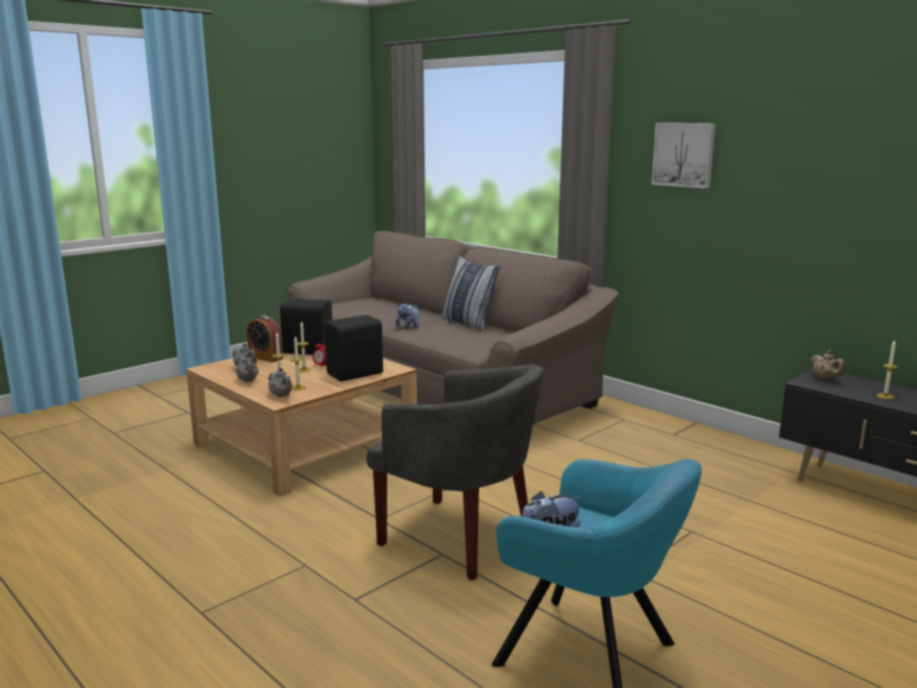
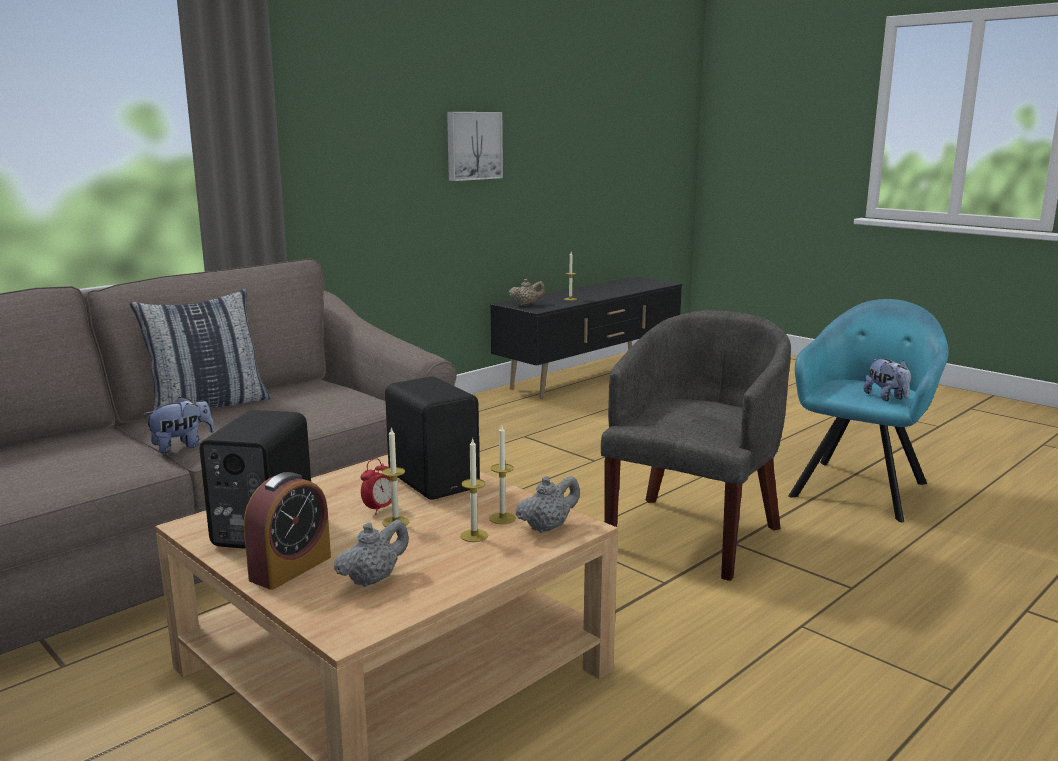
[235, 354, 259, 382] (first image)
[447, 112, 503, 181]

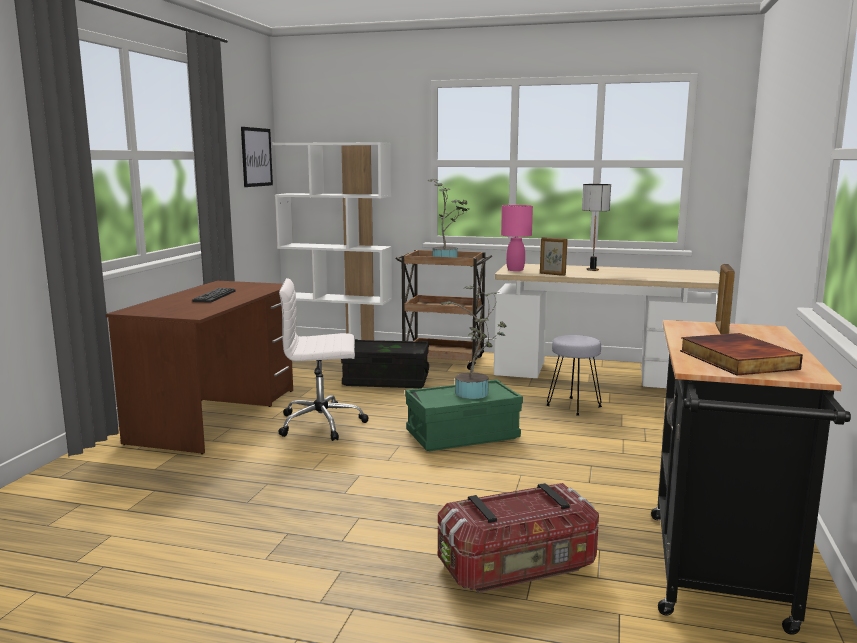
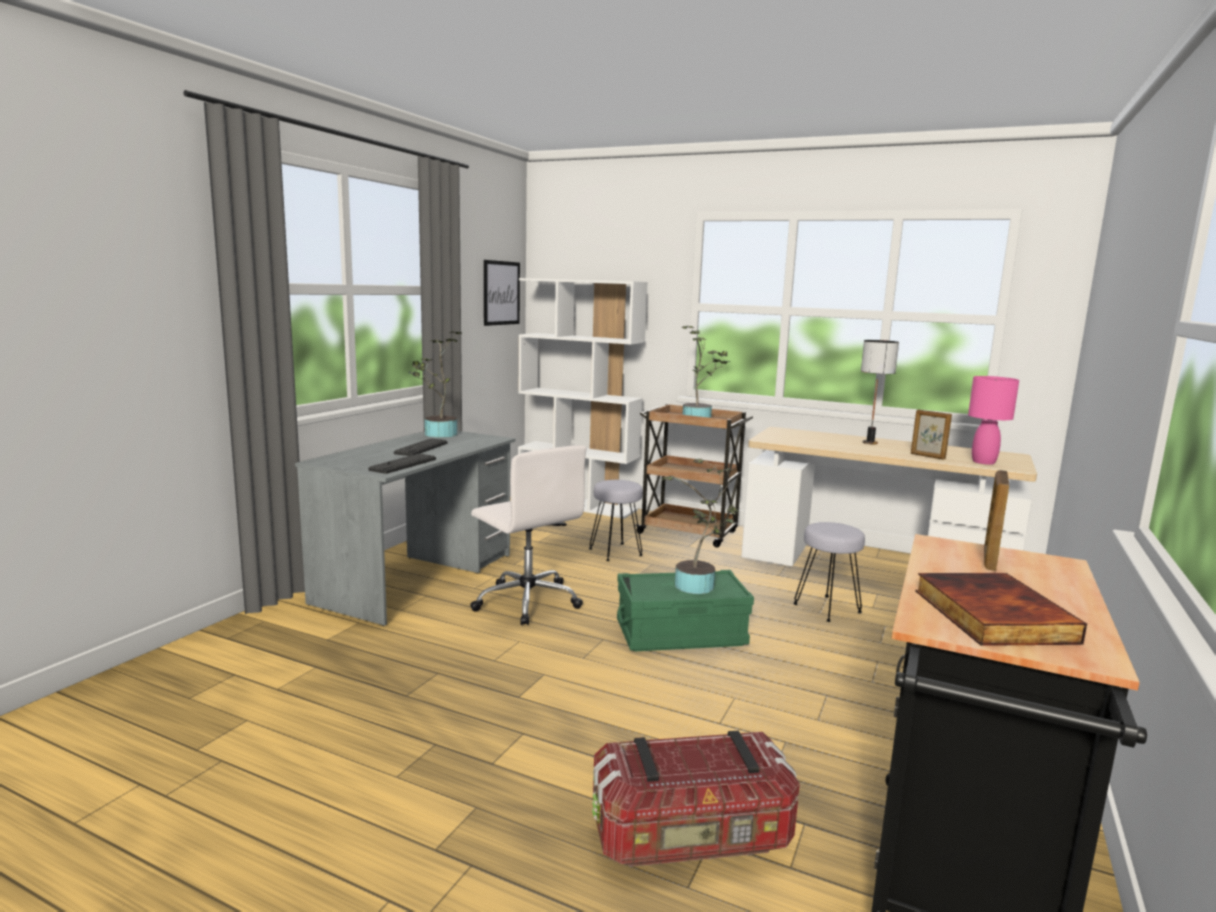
[368, 453, 436, 474]
[408, 331, 462, 438]
[968, 376, 1019, 465]
[911, 410, 952, 460]
[589, 480, 643, 561]
[295, 431, 515, 626]
[470, 445, 586, 625]

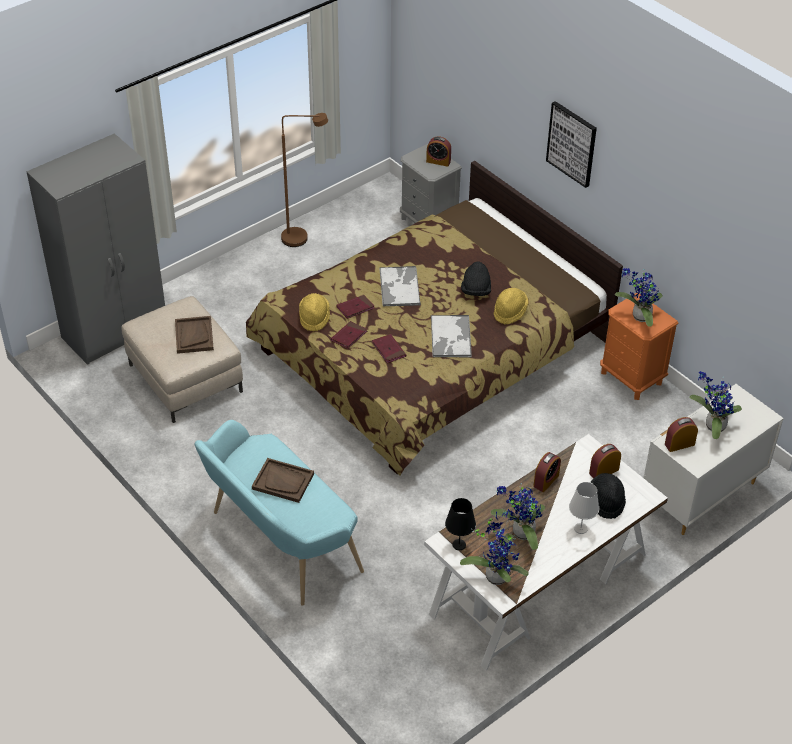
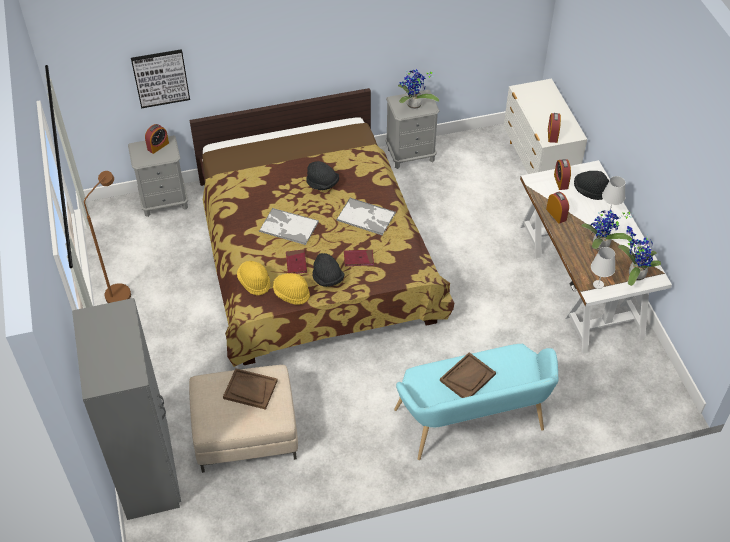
[689, 371, 742, 439] (first image)
[237, 261, 270, 295]
[131, 49, 190, 108]
[312, 253, 345, 287]
[591, 247, 615, 289]
[385, 90, 439, 169]

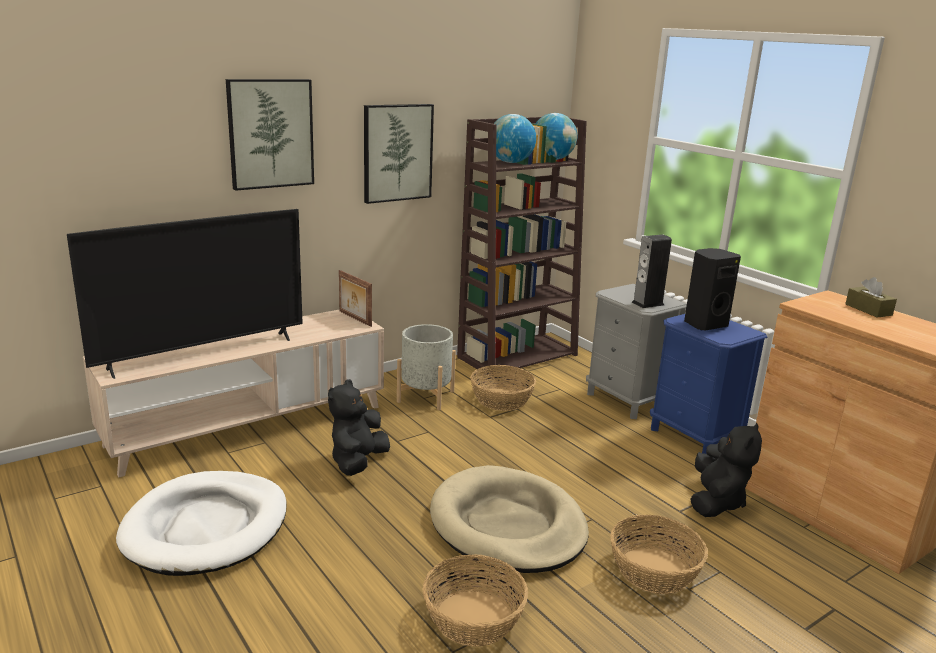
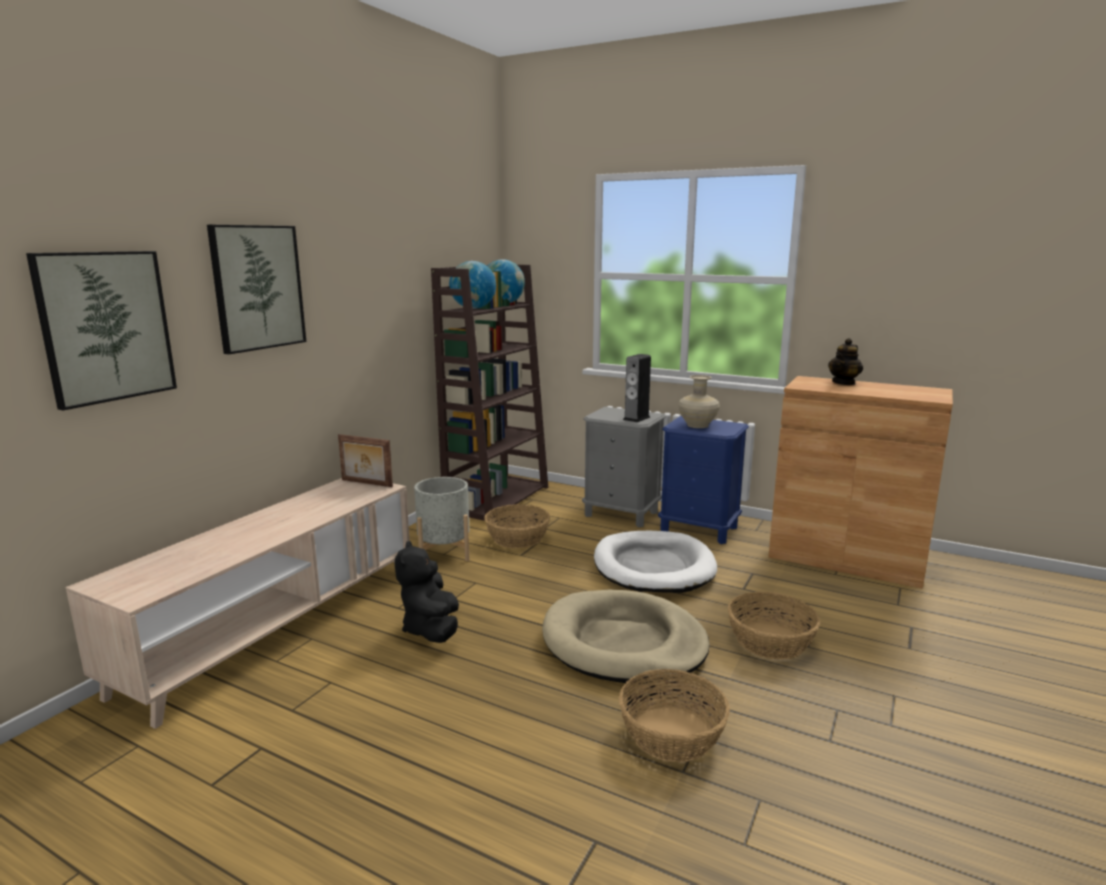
[67, 209, 303, 379] (first image)
[690, 422, 762, 517] (first image)
[594, 531, 717, 593]
[26, 251, 177, 410]
[678, 375, 720, 428]
[828, 338, 863, 385]

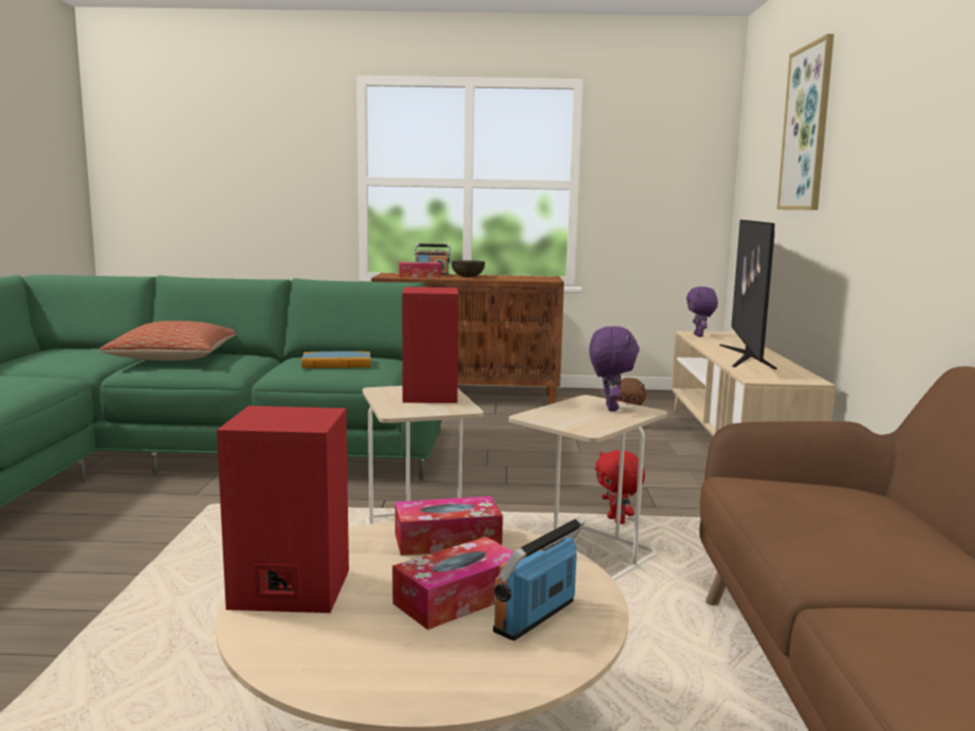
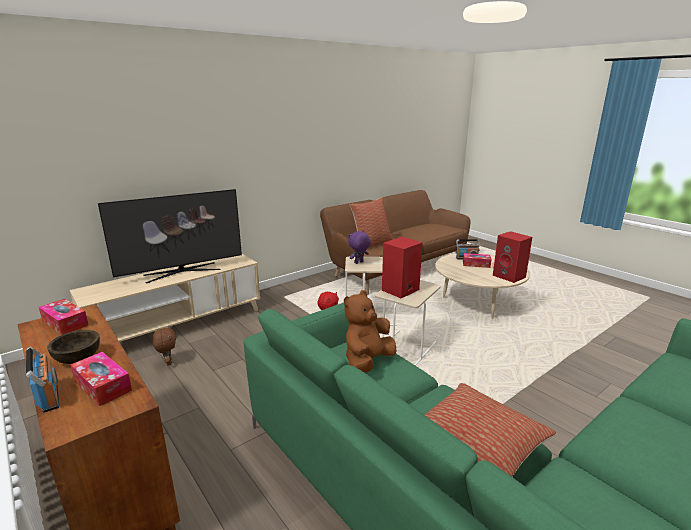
[686, 287, 718, 337] (first image)
[777, 34, 834, 210] (first image)
[350, 197, 393, 247]
[39, 299, 88, 335]
[344, 290, 396, 373]

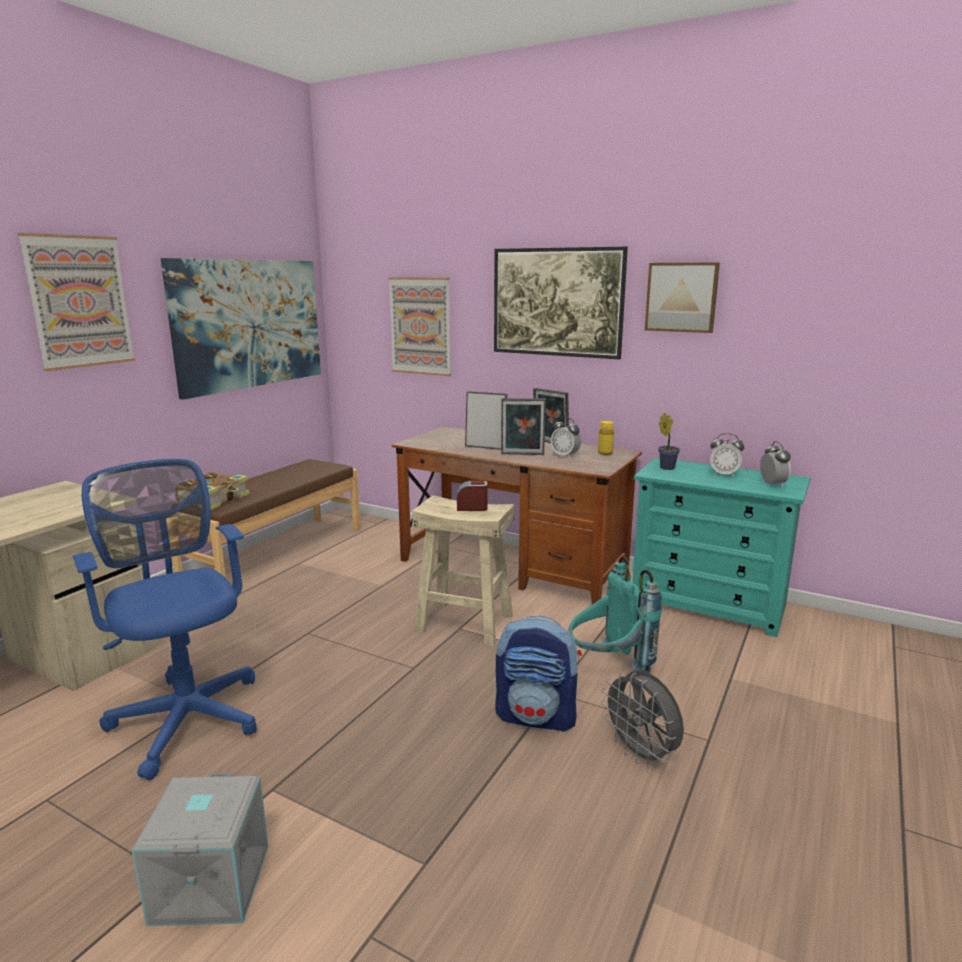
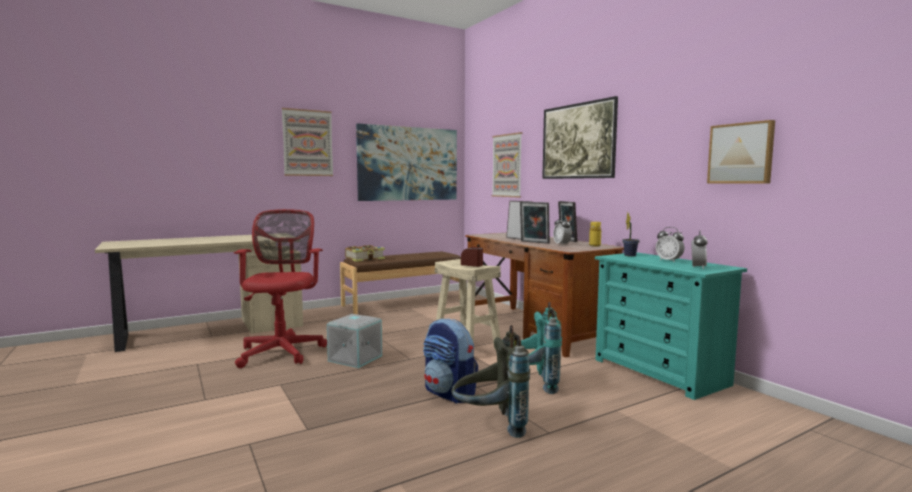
[327, 314, 382, 368]
[707, 120, 775, 183]
[451, 325, 530, 438]
[234, 209, 327, 368]

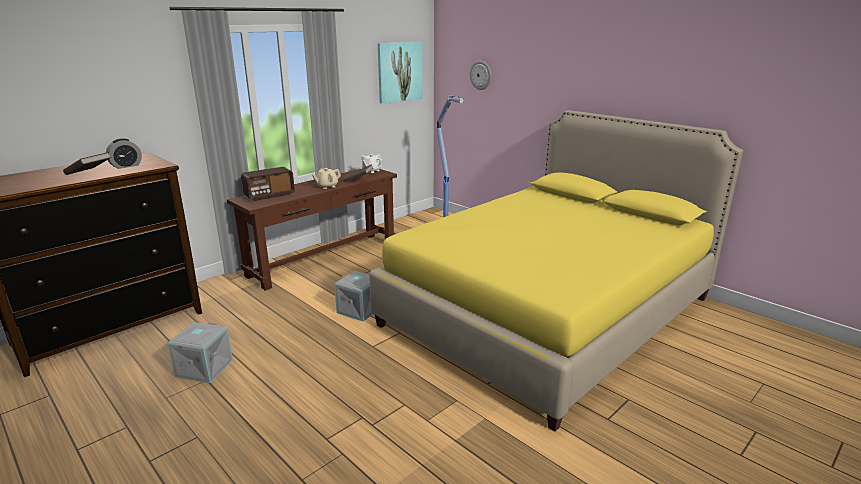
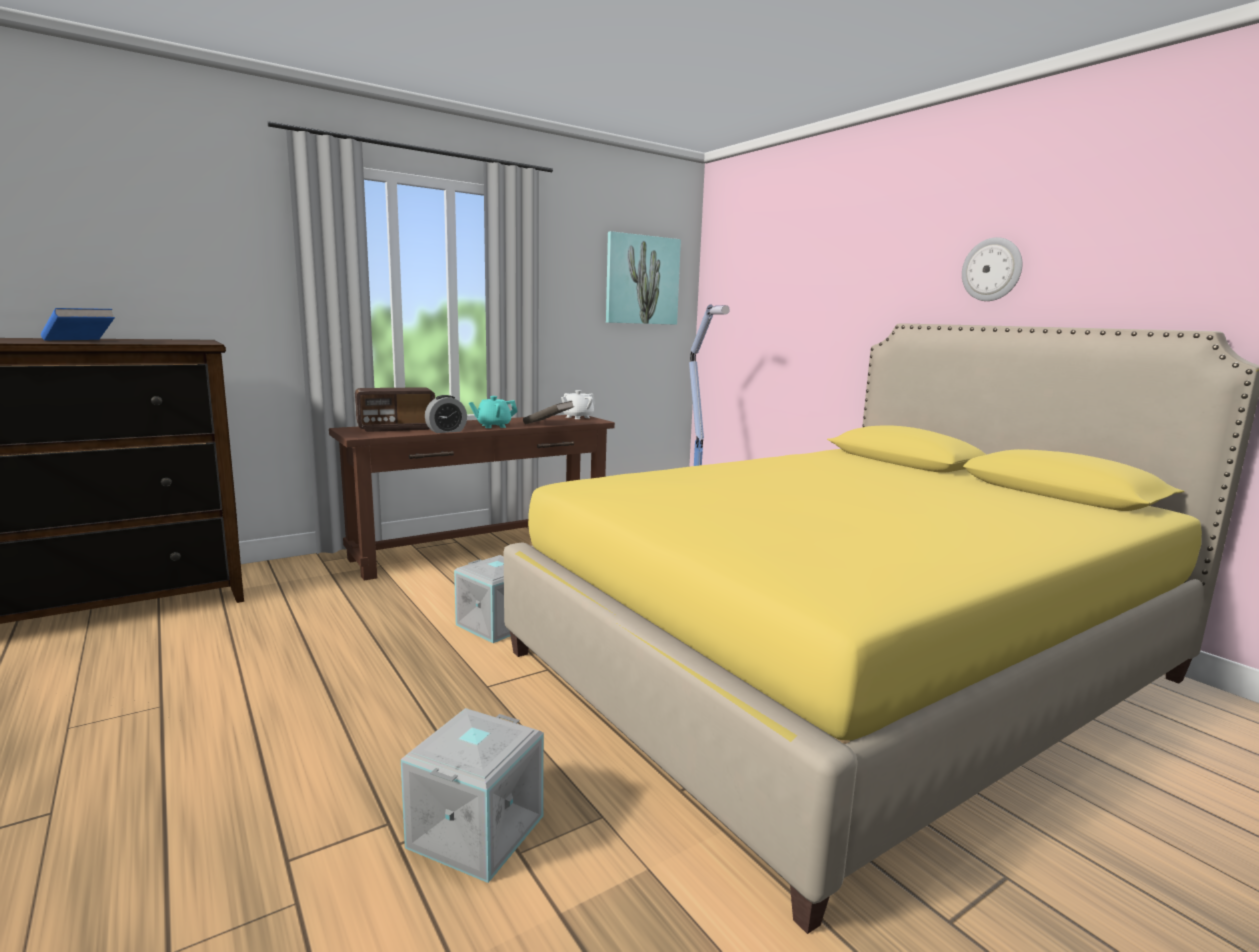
[425, 395, 467, 433]
[401, 708, 544, 883]
[962, 237, 1023, 301]
[41, 308, 115, 340]
[469, 396, 518, 428]

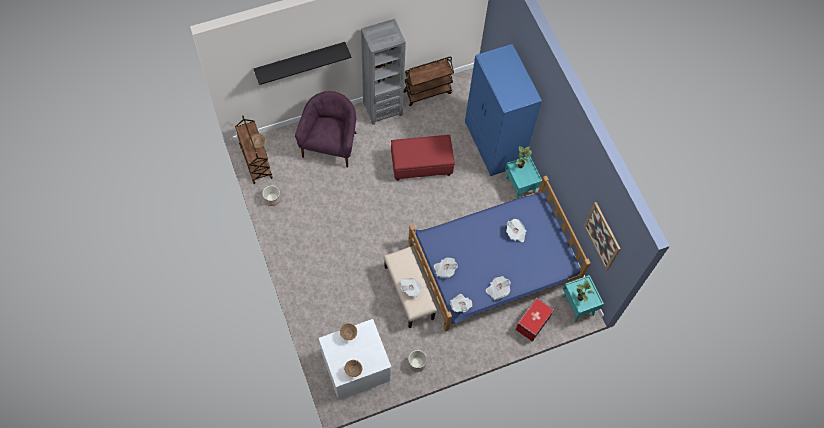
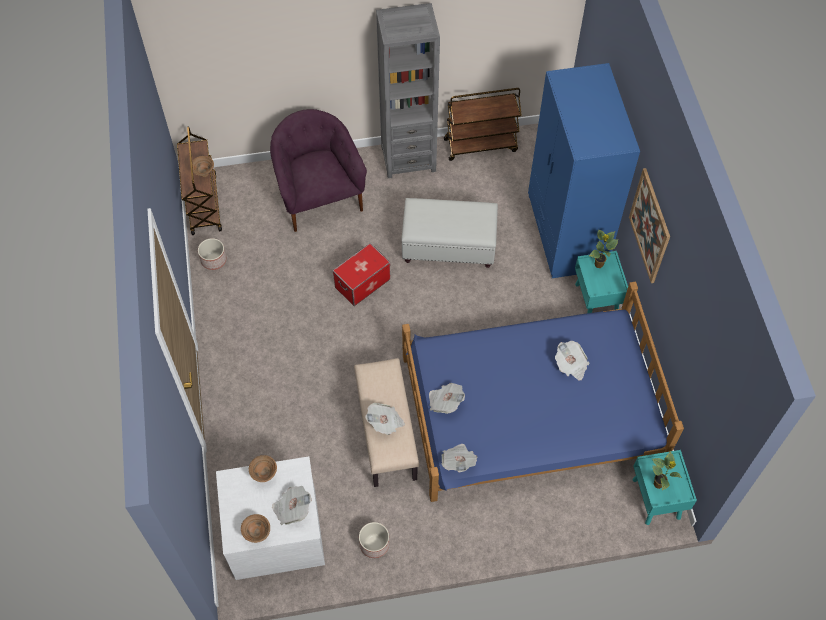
[254, 42, 352, 85] (first image)
[272, 486, 312, 525]
[333, 243, 390, 306]
[629, 168, 670, 283]
[402, 198, 498, 268]
[270, 109, 367, 232]

